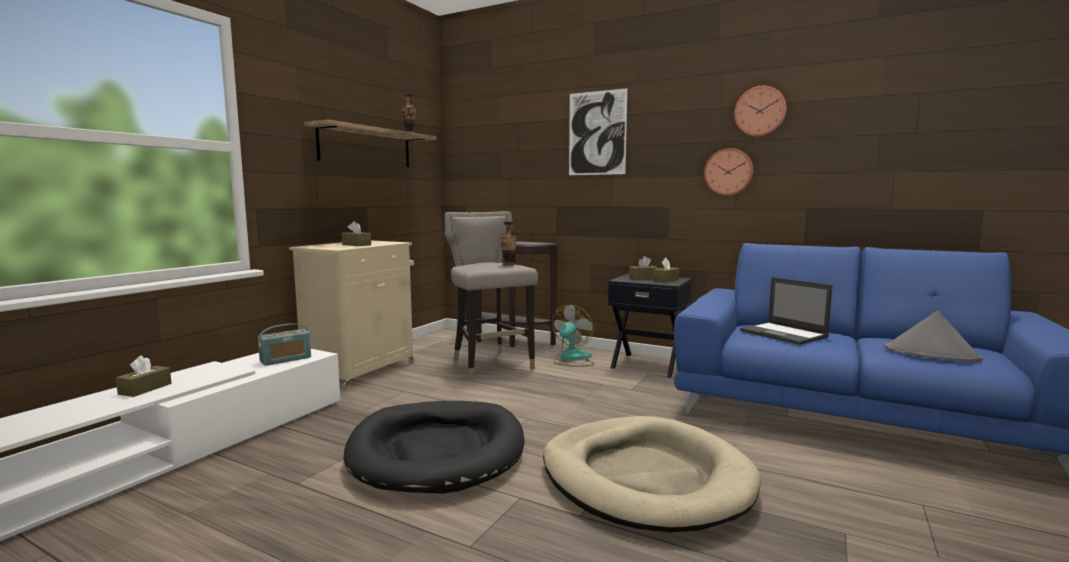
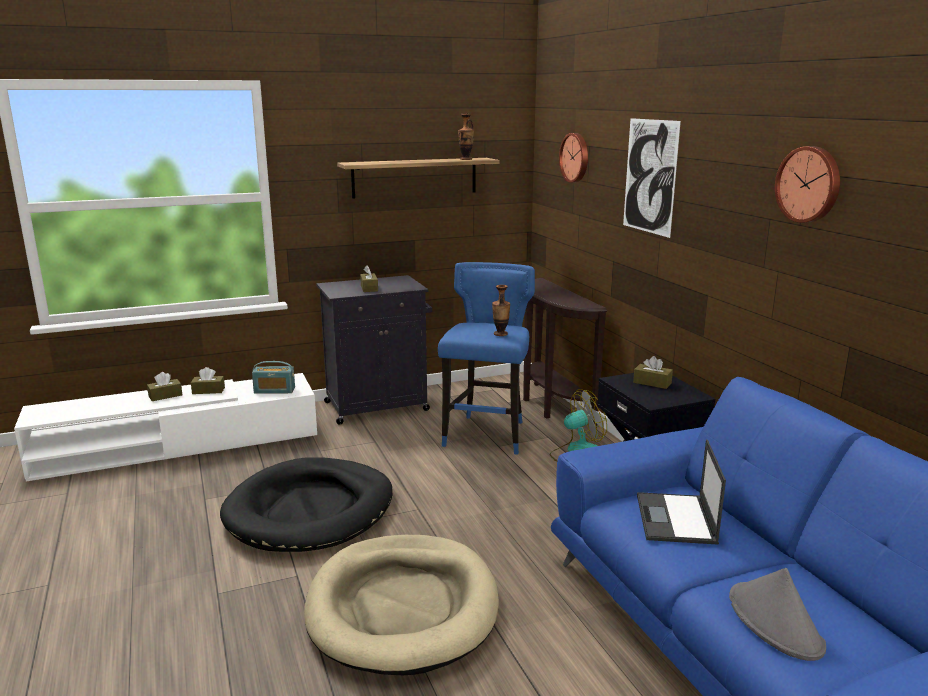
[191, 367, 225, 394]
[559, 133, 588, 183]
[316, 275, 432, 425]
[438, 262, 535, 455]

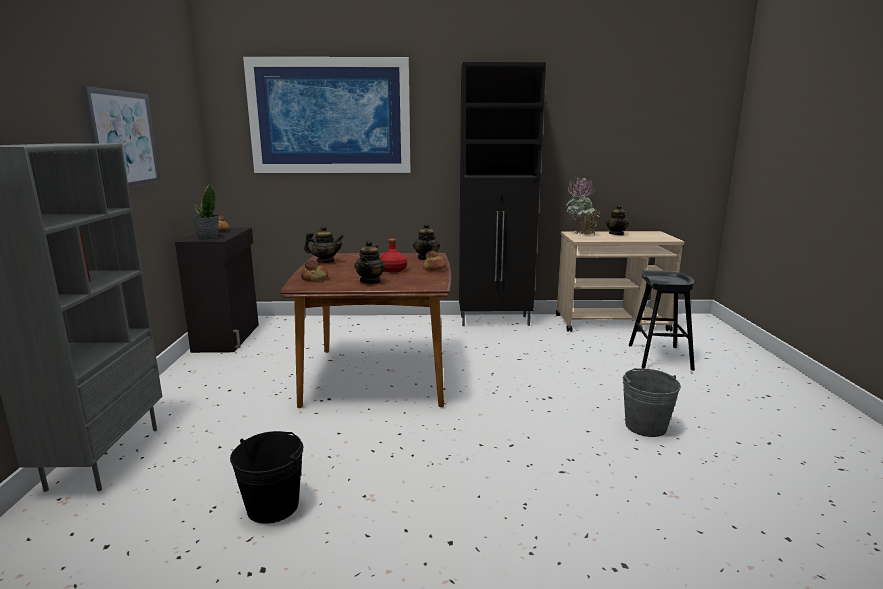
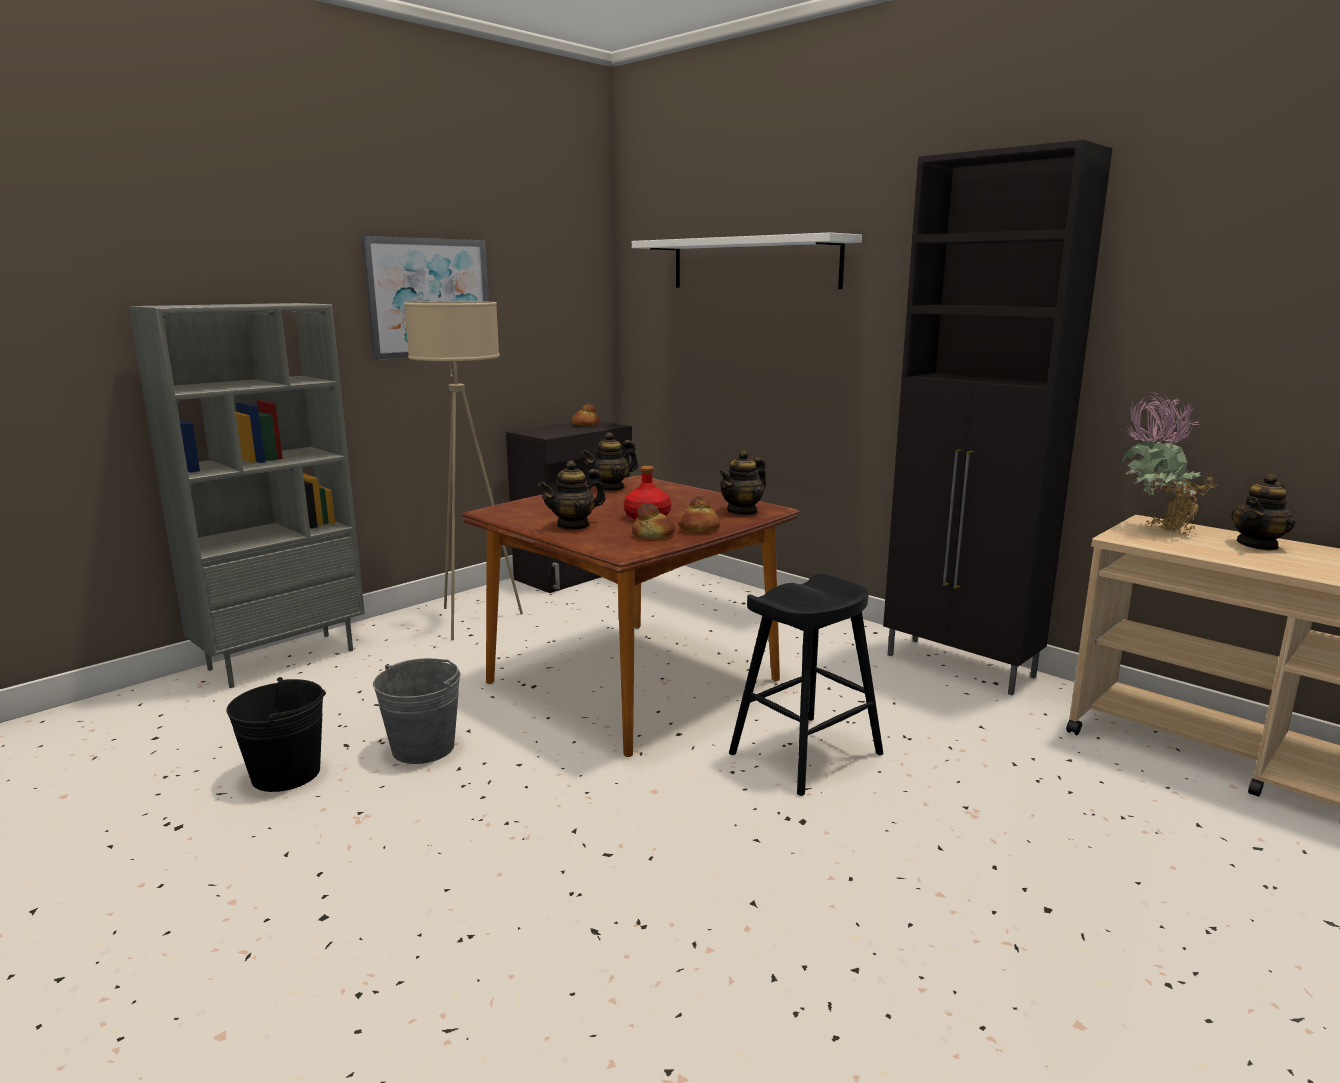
[192, 184, 219, 240] (first image)
[404, 301, 523, 640]
[632, 503, 675, 539]
[373, 658, 461, 764]
[729, 574, 883, 796]
[632, 232, 862, 289]
[582, 432, 638, 491]

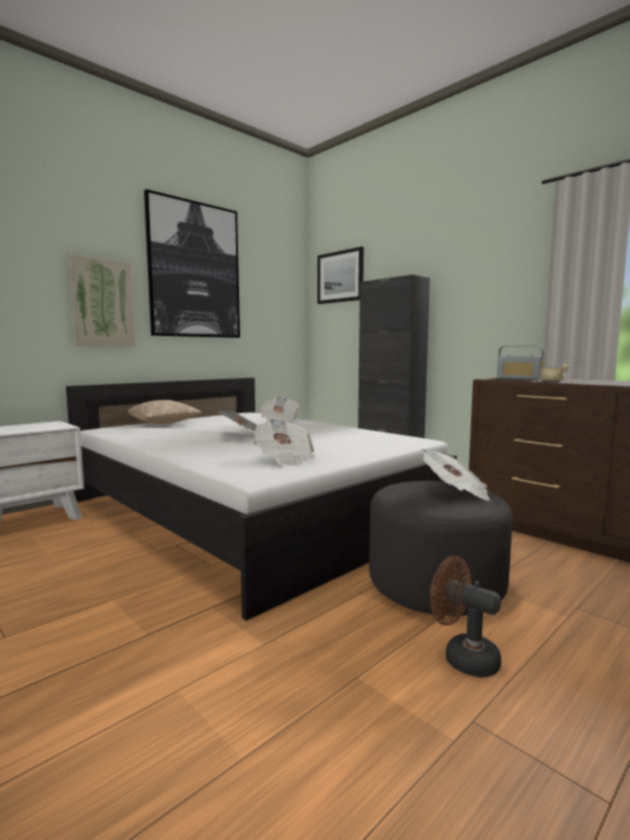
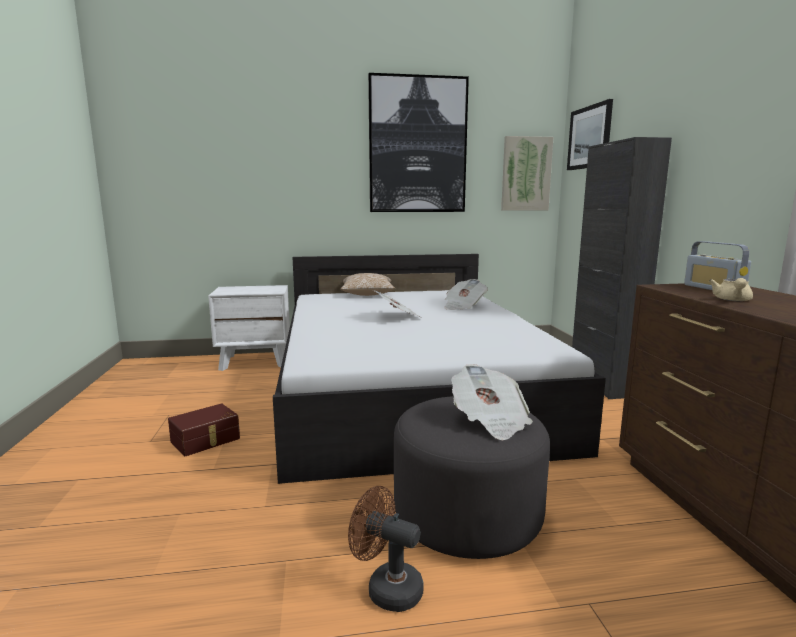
[254, 419, 315, 466] (first image)
[168, 403, 240, 456]
[501, 136, 554, 211]
[348, 486, 424, 612]

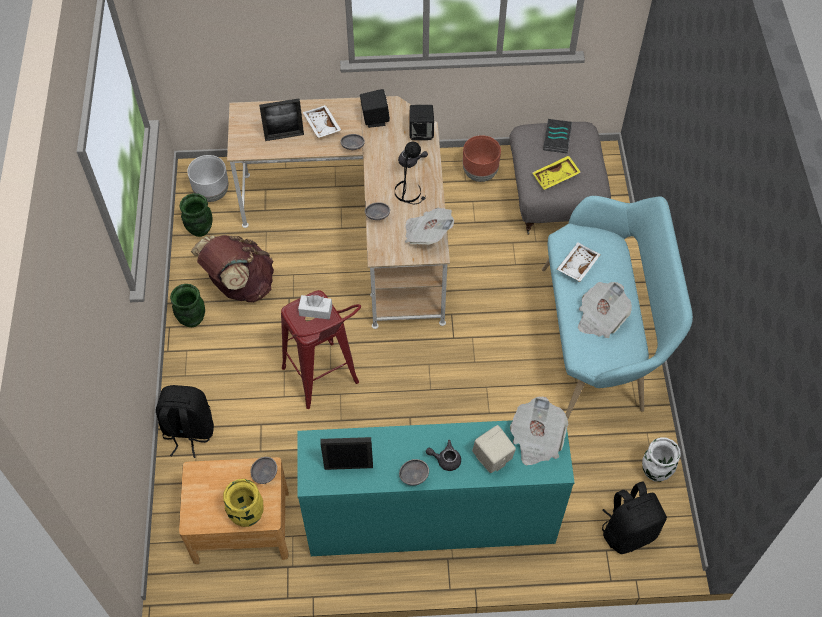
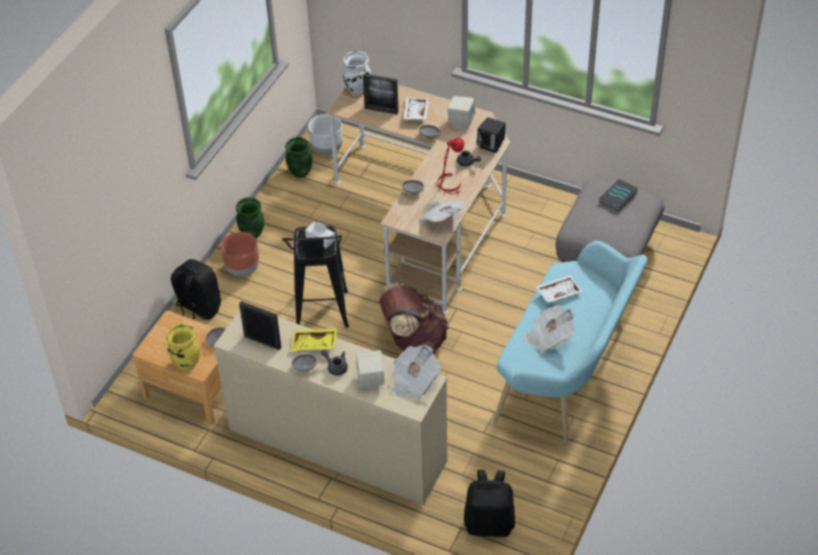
[379, 282, 449, 354]
[221, 232, 259, 277]
[291, 328, 337, 350]
[343, 51, 371, 95]
[282, 226, 349, 328]
[214, 310, 447, 505]
[447, 96, 475, 130]
[437, 138, 464, 194]

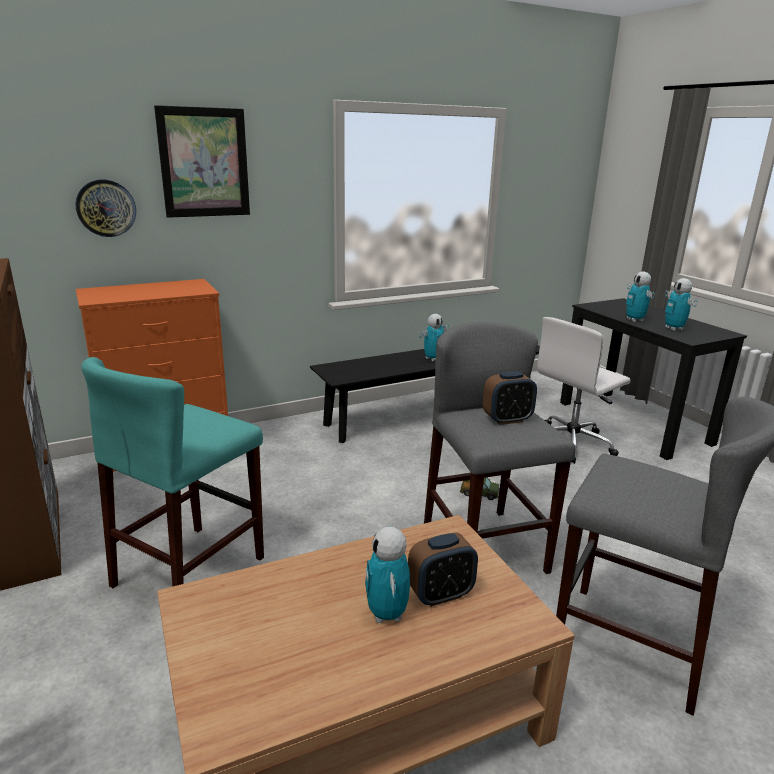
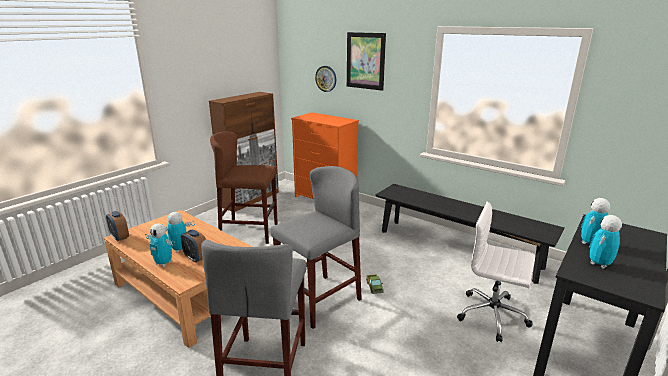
[145, 224, 175, 267]
[106, 211, 129, 242]
[210, 132, 278, 244]

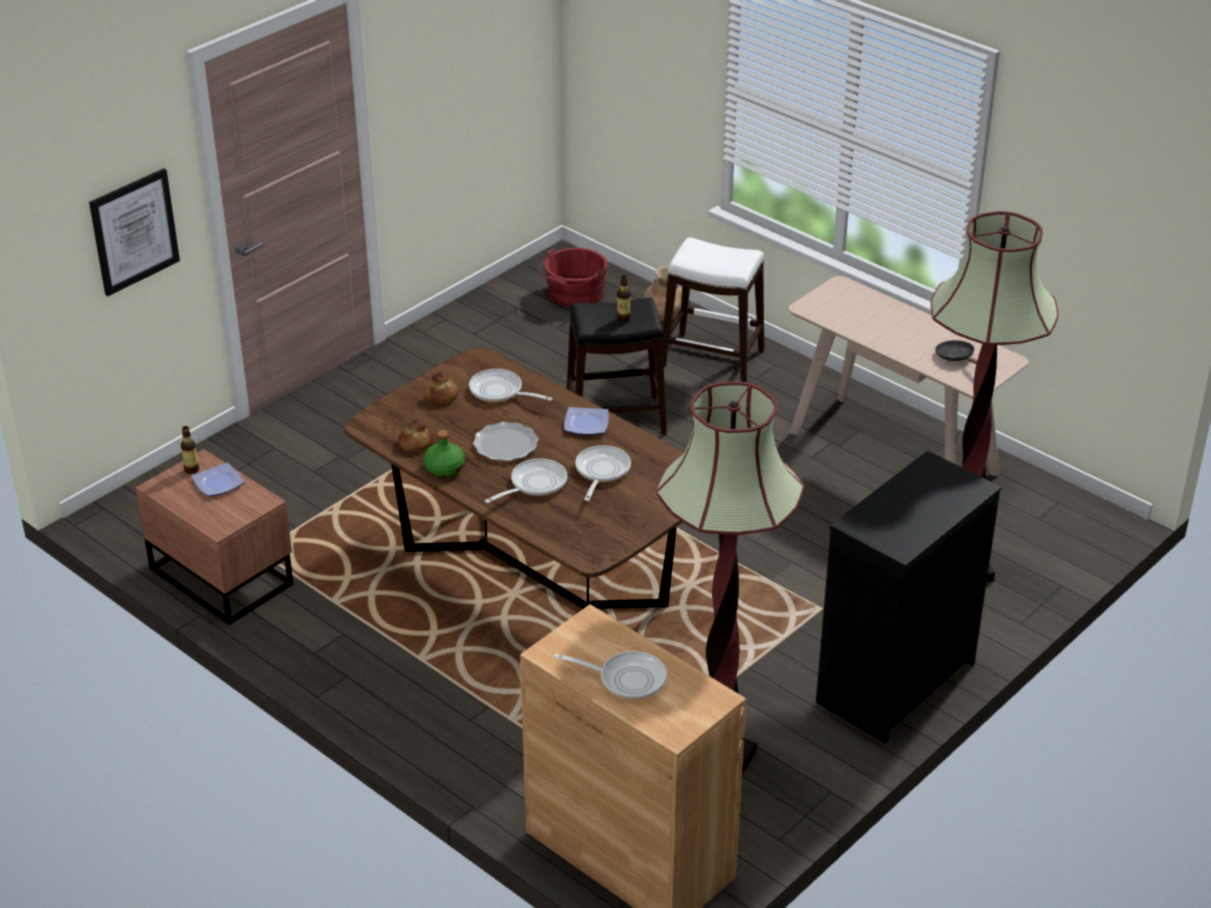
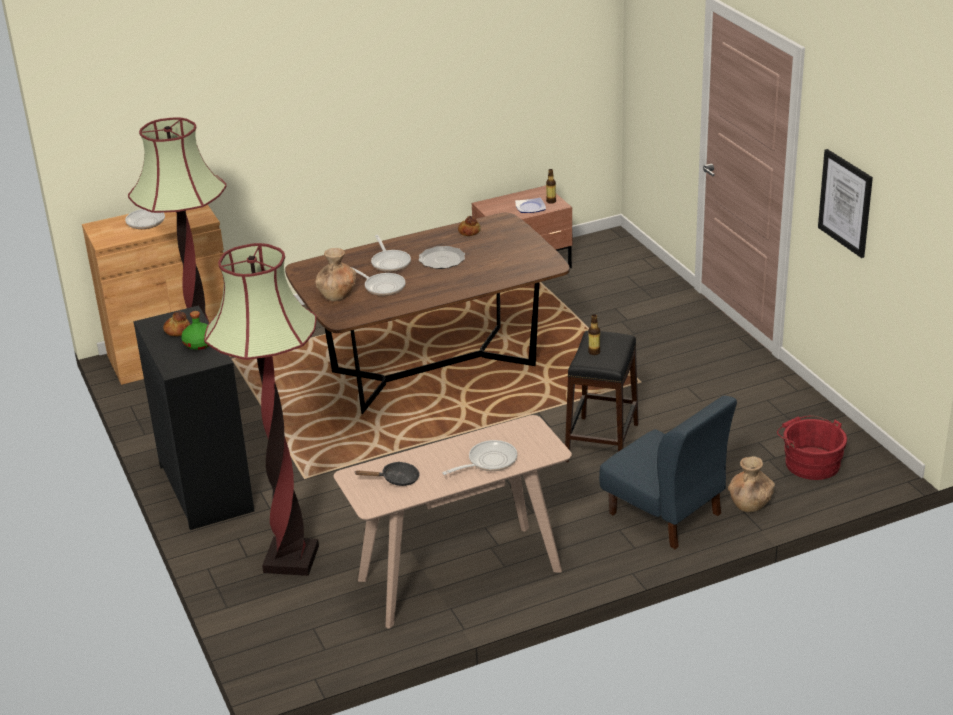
[564, 407, 609, 435] (first image)
[315, 248, 356, 301]
[818, 149, 873, 258]
[181, 311, 209, 350]
[163, 311, 190, 336]
[442, 440, 517, 475]
[599, 395, 737, 549]

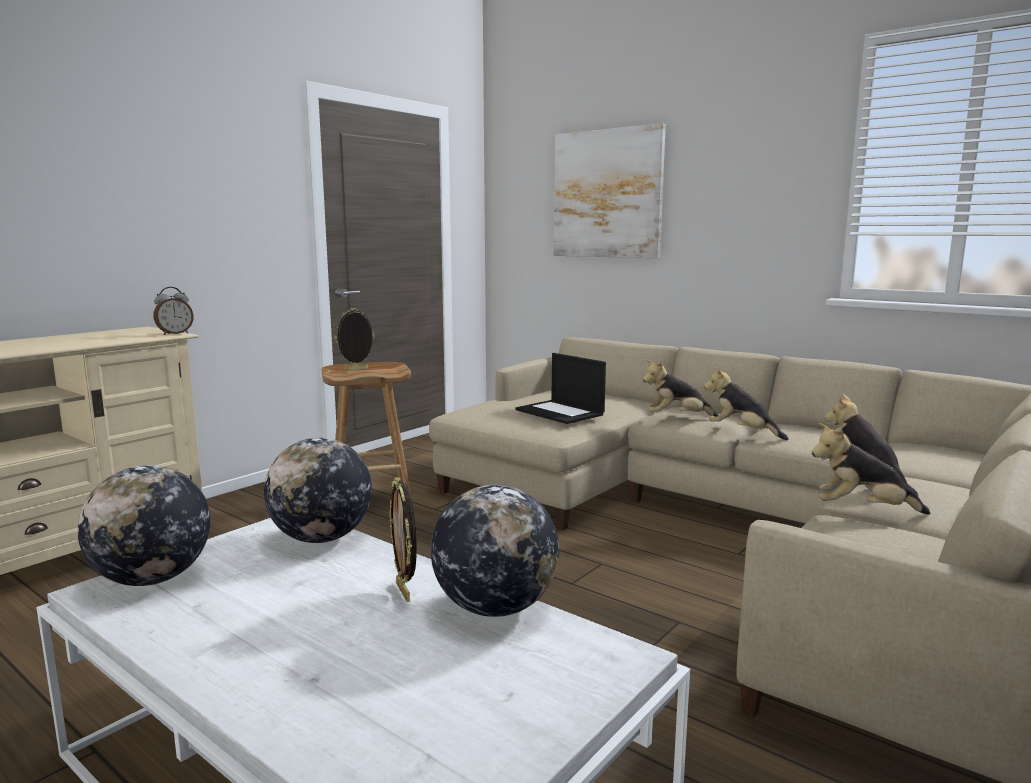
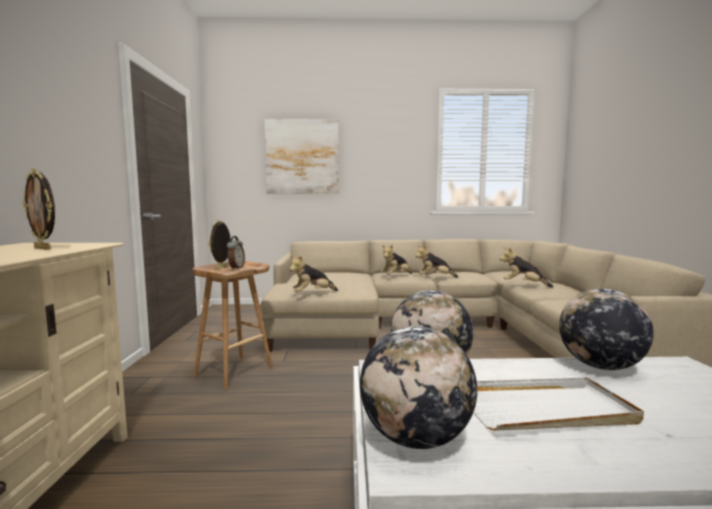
[515, 353, 606, 424] (first image)
[473, 377, 644, 431]
[227, 236, 245, 270]
[23, 168, 55, 250]
[289, 255, 338, 292]

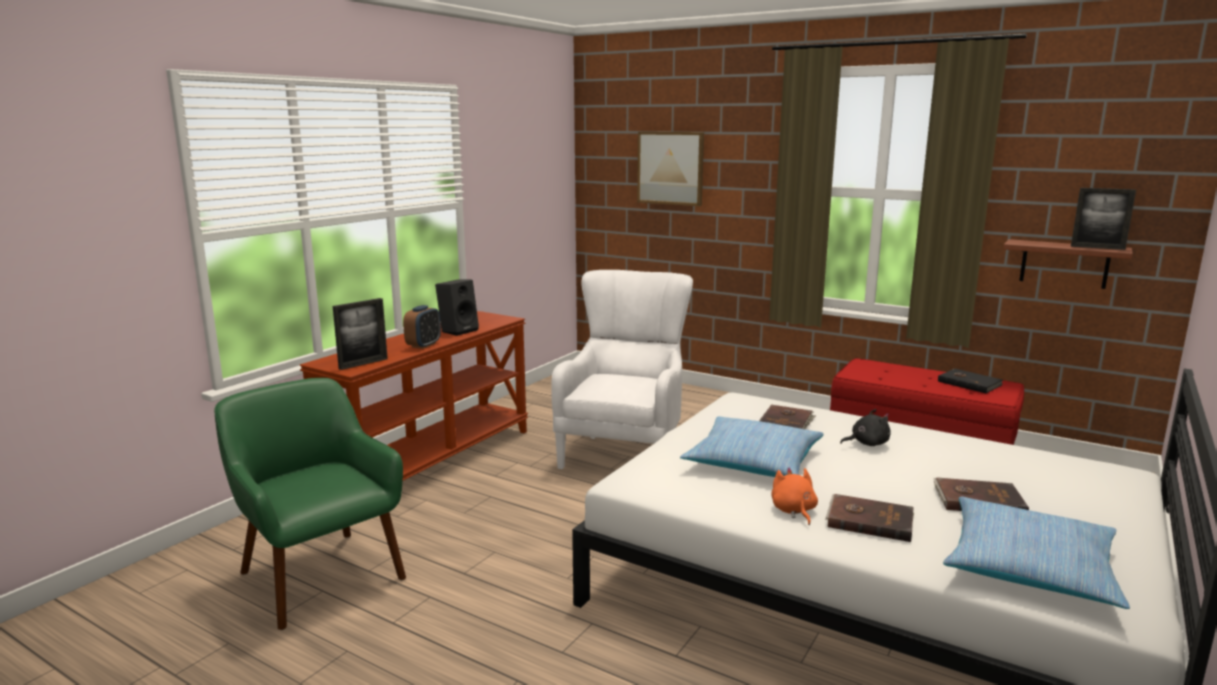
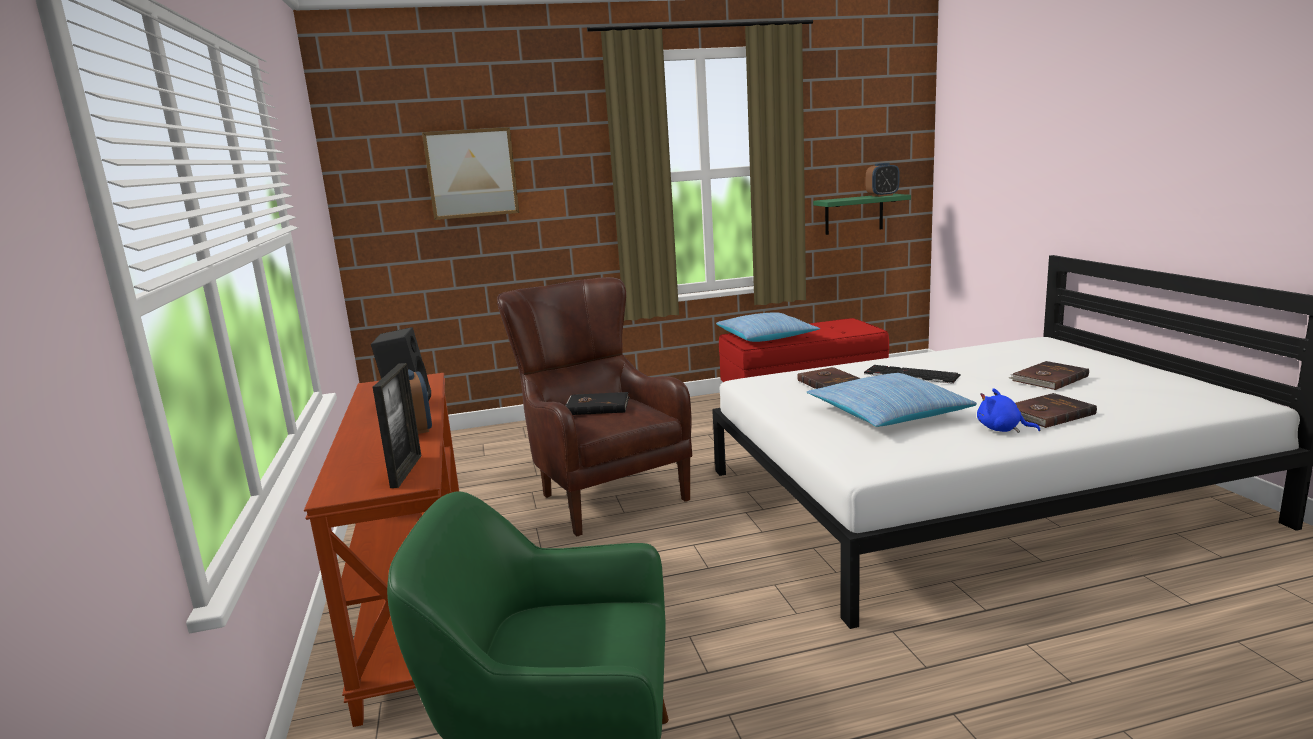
[565, 392, 629, 415]
[716, 313, 820, 342]
[864, 365, 961, 384]
[866, 163, 900, 197]
[497, 277, 692, 536]
[977, 388, 1040, 433]
[813, 194, 911, 235]

